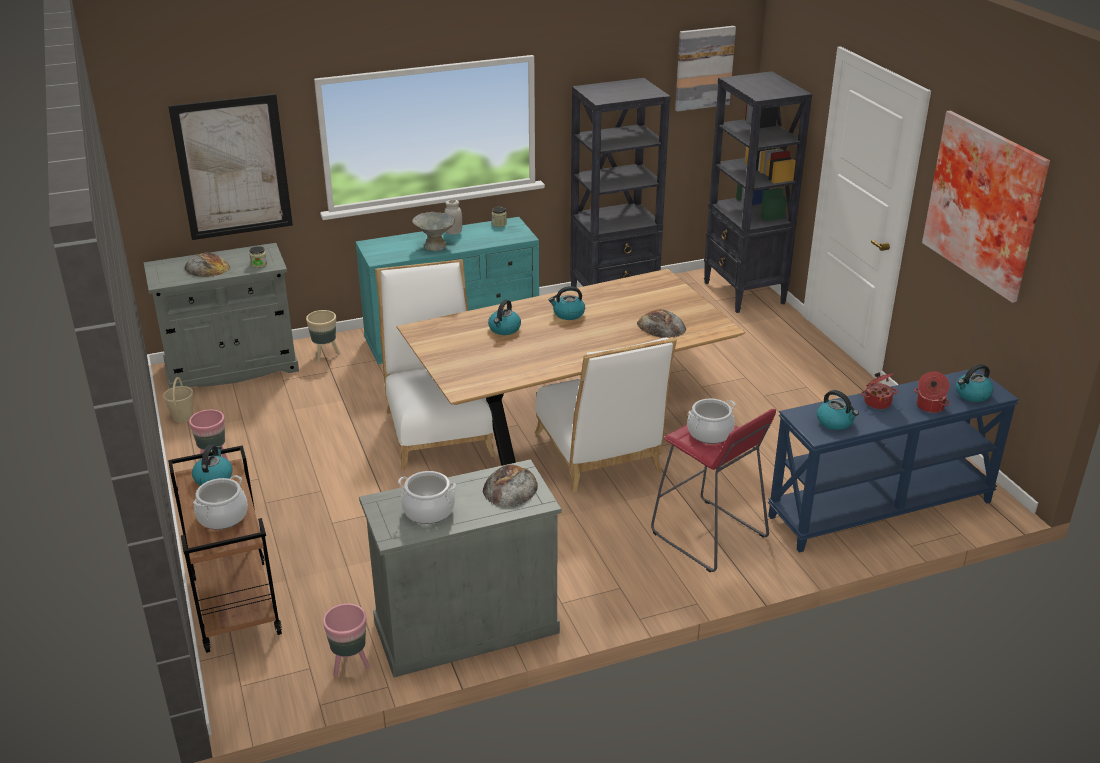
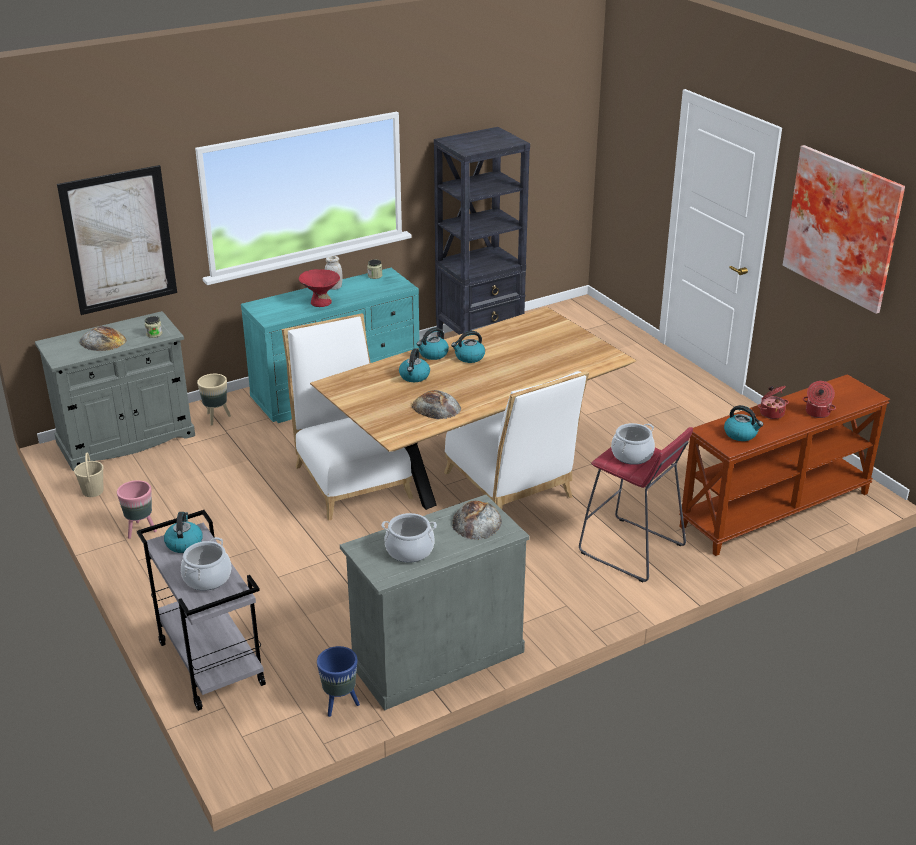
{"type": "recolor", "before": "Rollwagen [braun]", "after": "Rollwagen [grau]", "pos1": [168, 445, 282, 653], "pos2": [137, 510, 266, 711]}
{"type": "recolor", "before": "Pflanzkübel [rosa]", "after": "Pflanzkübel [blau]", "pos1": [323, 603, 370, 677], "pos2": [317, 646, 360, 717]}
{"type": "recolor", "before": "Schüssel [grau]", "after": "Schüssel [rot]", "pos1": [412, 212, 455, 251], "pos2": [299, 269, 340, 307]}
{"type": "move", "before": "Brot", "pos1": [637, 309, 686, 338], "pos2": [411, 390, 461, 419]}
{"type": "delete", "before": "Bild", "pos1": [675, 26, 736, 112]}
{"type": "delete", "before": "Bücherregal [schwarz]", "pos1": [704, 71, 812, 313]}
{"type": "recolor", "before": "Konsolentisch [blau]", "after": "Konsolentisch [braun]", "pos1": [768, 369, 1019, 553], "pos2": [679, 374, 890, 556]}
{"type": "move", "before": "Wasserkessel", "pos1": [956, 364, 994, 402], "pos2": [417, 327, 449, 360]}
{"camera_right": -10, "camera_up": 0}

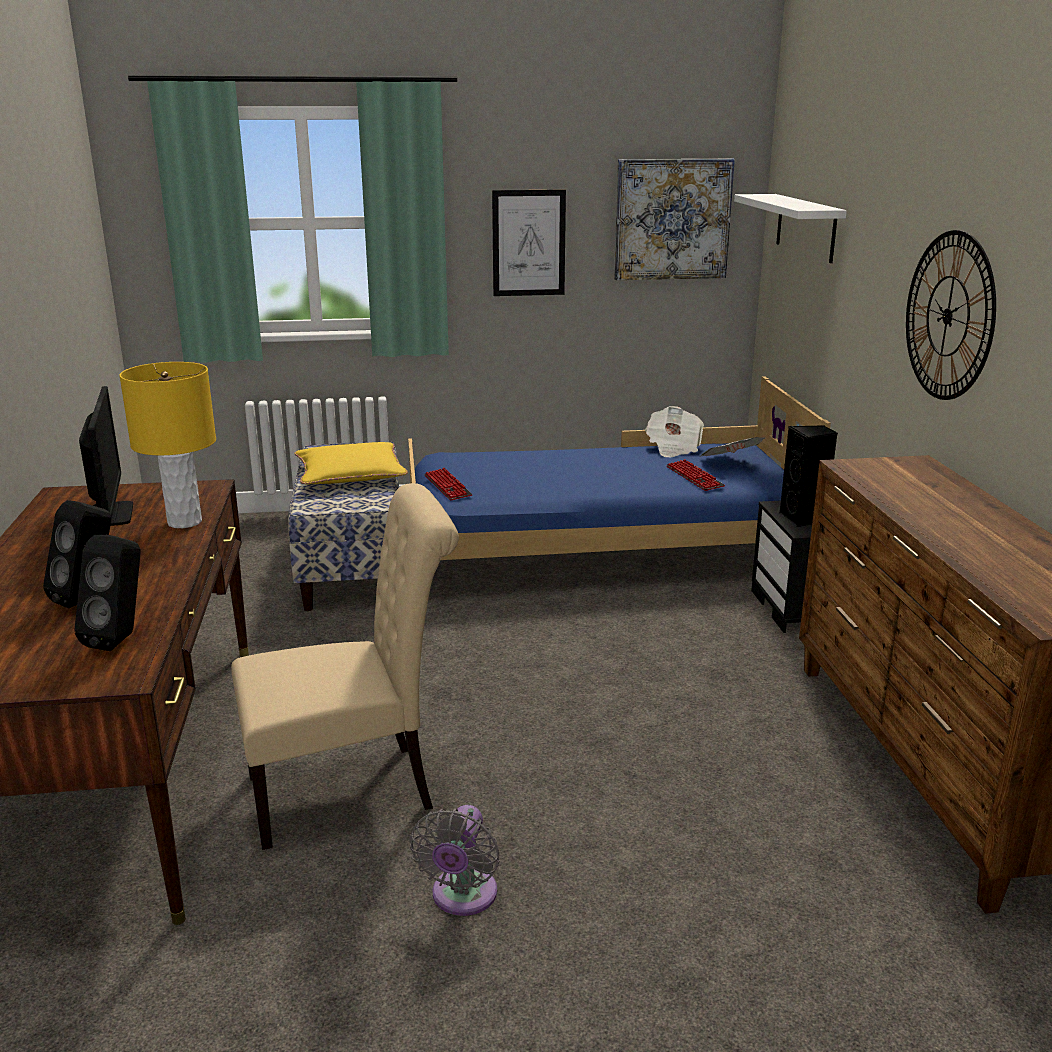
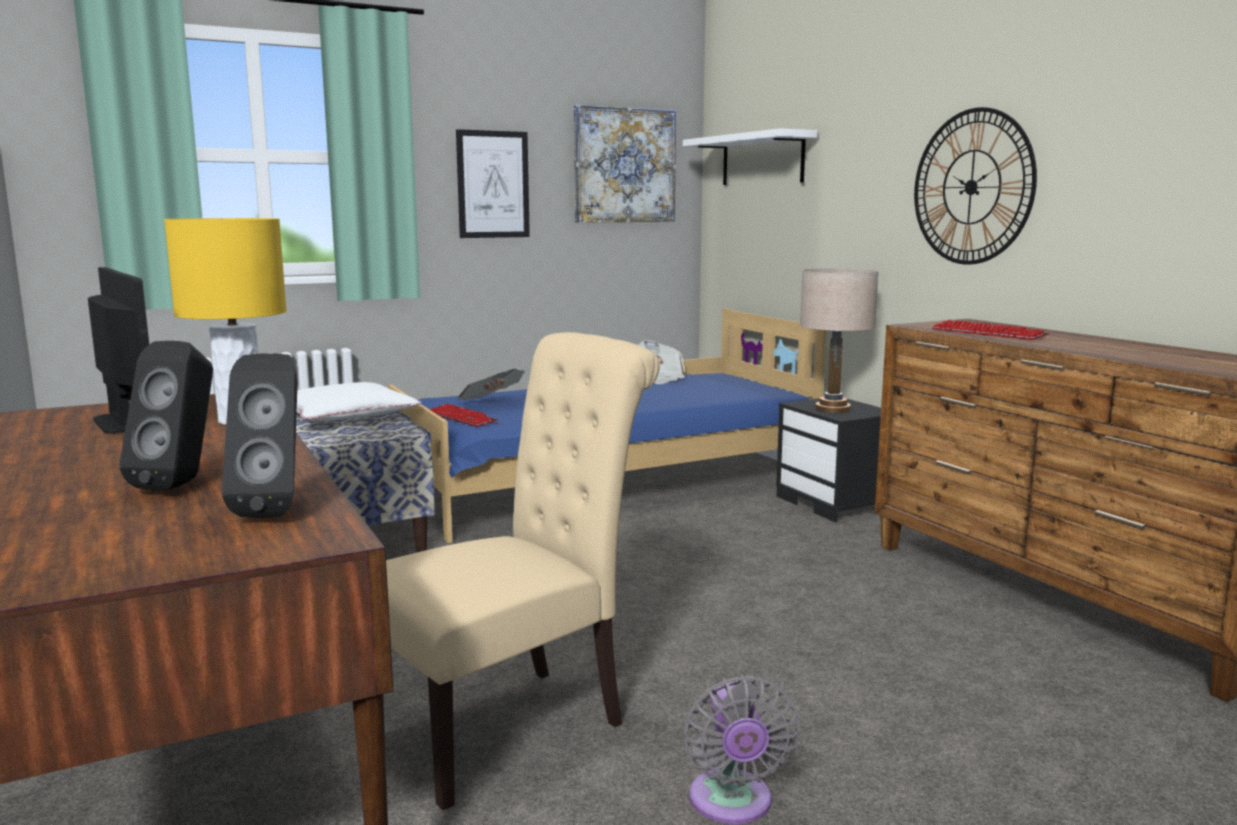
{"type": "recolor", "before": "Kissen [gelb]", "after": "Kissen [weiß]", "pos1": [294, 442, 408, 484], "pos2": [297, 382, 421, 421]}
{"type": "move", "before": "Tastatur", "pos1": [666, 459, 725, 491], "pos2": [932, 320, 1049, 340]}
{"type": "move", "before": "Zeitung", "pos1": [701, 437, 765, 456], "pos2": [456, 369, 525, 400]}
{"type": "replace", "before": "Lautsprecher [schwarz]", "after": "Tischlampe [beige]", "pos1": [780, 425, 837, 527], "pos2": [800, 268, 879, 413]}
{"camera_right": -20, "camera_up": -10}

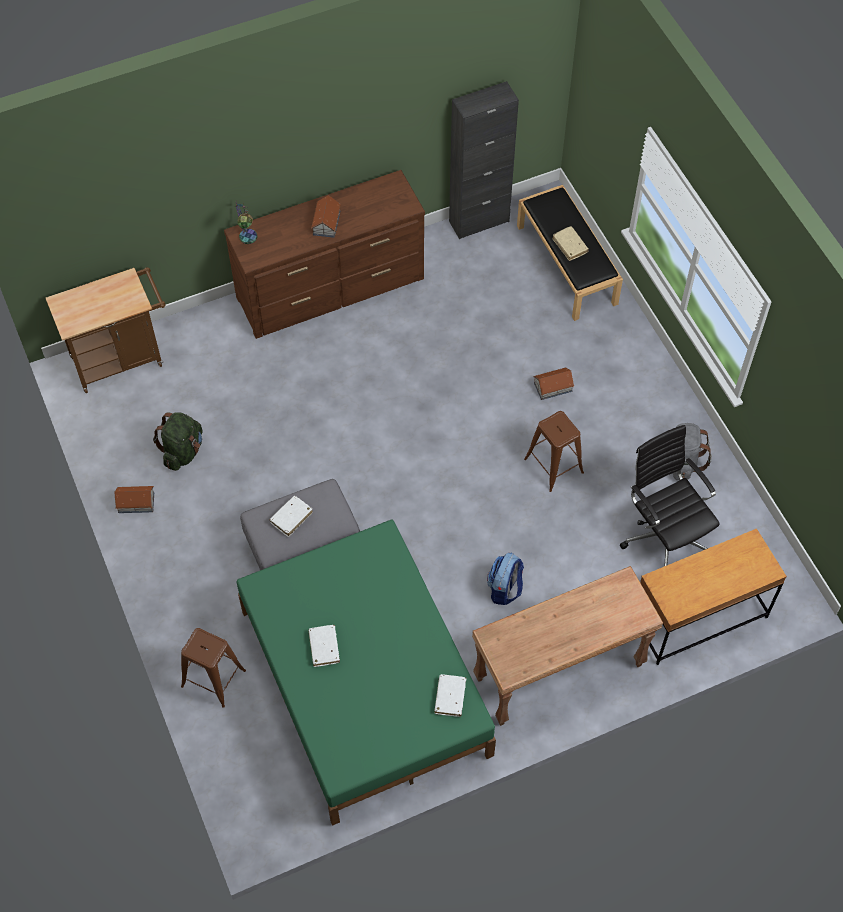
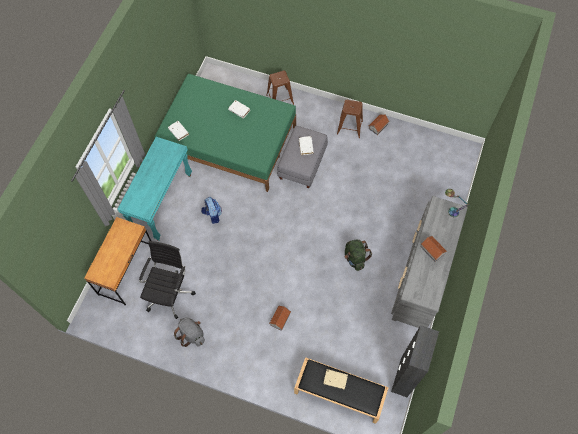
{"type": "delete", "before": "Rollwagen [braun]", "pos1": [46, 267, 166, 393]}
{"type": "move", "before": "Rucksack [grün]", "pos1": [153, 412, 203, 471], "pos2": [344, 240, 372, 271]}
{"type": "recolor", "before": "Kommode [braun]", "after": "Kommode [grau]", "pos1": [224, 170, 425, 339], "pos2": [391, 196, 468, 328]}
{"type": "recolor", "before": "Konsolentisch [braun]", "after": "Konsolentisch [türkis]", "pos1": [472, 566, 663, 726], "pos2": [117, 137, 192, 241]}
{"type": "move", "before": "Hocker [braun]", "pos1": [524, 411, 584, 492], "pos2": [337, 100, 363, 138]}
{"type": "rotate", "before": "Bürostuhl [schwarz]", "pos1": [620, 425, 720, 566], "pos2": [139, 241, 196, 319], "turn": -90}
{"camera_right": 135, "camera_up": 5}

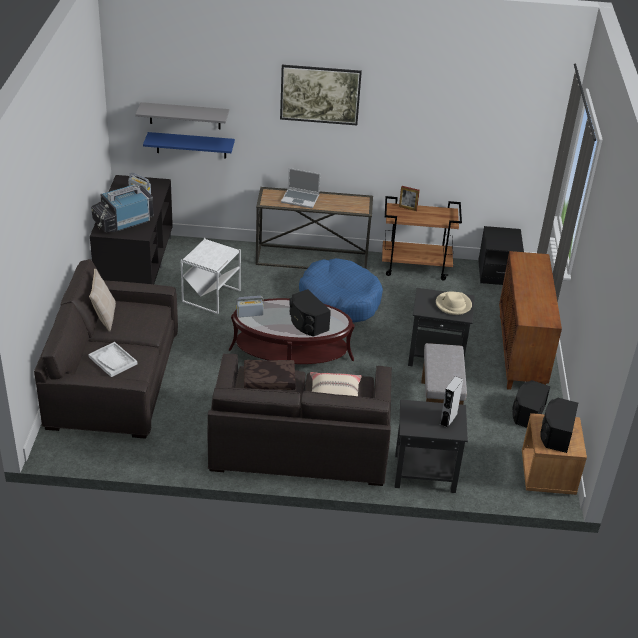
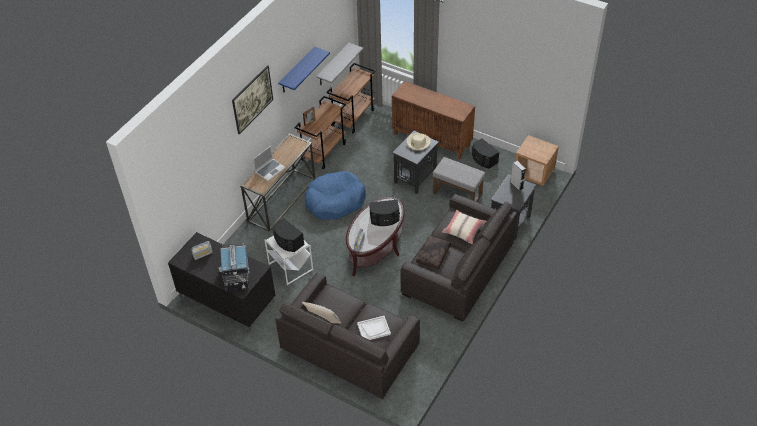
{"type": "move", "before": "Wandregal [grau]", "pos1": [135, 102, 229, 129], "pos2": [316, 43, 364, 85]}
{"type": "move", "before": "Wandregal [blau]", "pos1": [143, 132, 235, 158], "pos2": [278, 47, 330, 92]}
{"type": "replace", "before": "Nachttisch [schwarz]", "after": "Rollwagen [braun]", "pos1": [478, 226, 524, 285], "pos2": [326, 63, 376, 134]}
{"type": "move", "before": "Lautsprecher [schwarz]", "pos1": [540, 398, 578, 453], "pos2": [272, 218, 304, 252]}
{"camera_right": -60, "camera_up": 10}

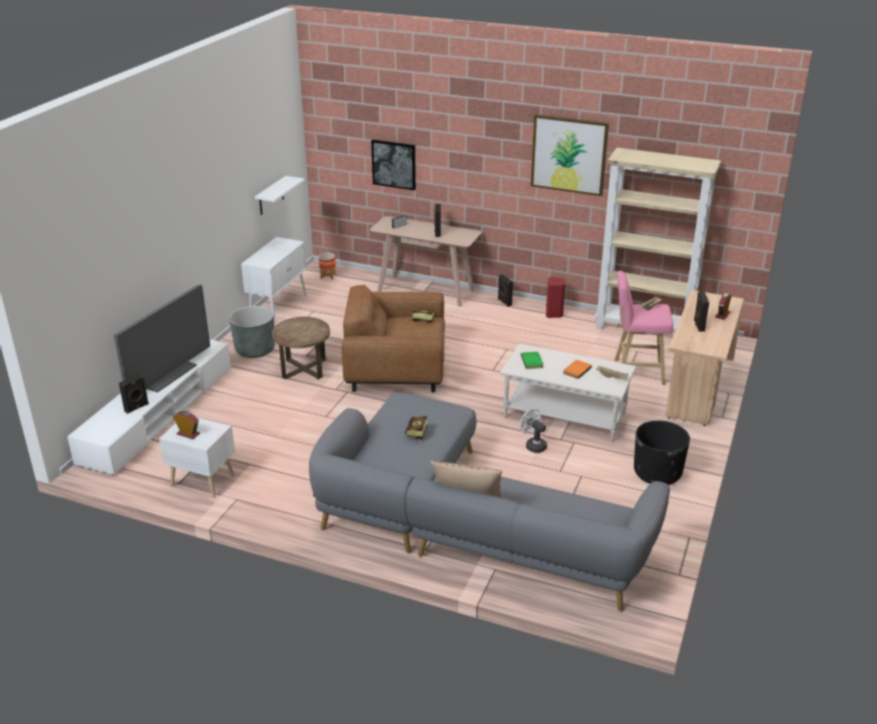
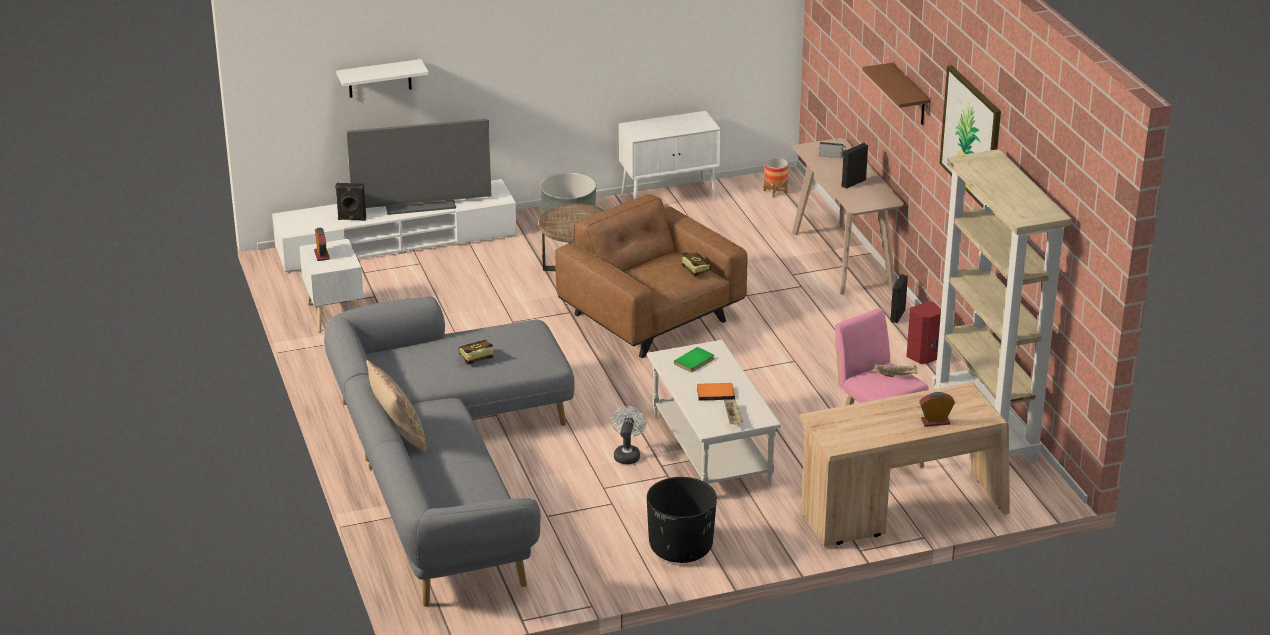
{"type": "move", "before": "Wandregal [weiß]", "pos1": [255, 176, 305, 215], "pos2": [336, 59, 429, 98]}
{"type": "delete", "before": "Bild", "pos1": [371, 140, 416, 190]}
{"type": "delete", "before": "Lautsprecher [schwarz]", "pos1": [694, 291, 709, 332]}
{"type": "insert", "after": "Wandregal [braun]", "pos2": [862, 63, 930, 125]}
{"camera_right": 50, "camera_up": 0}

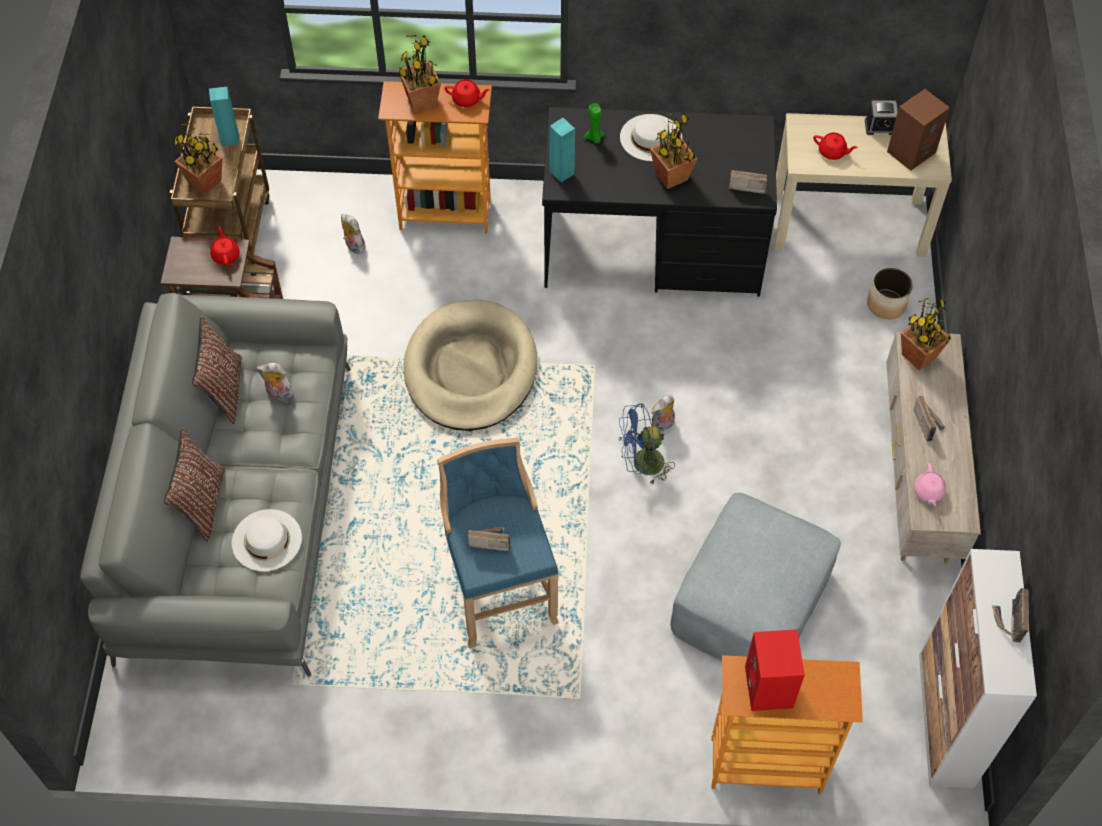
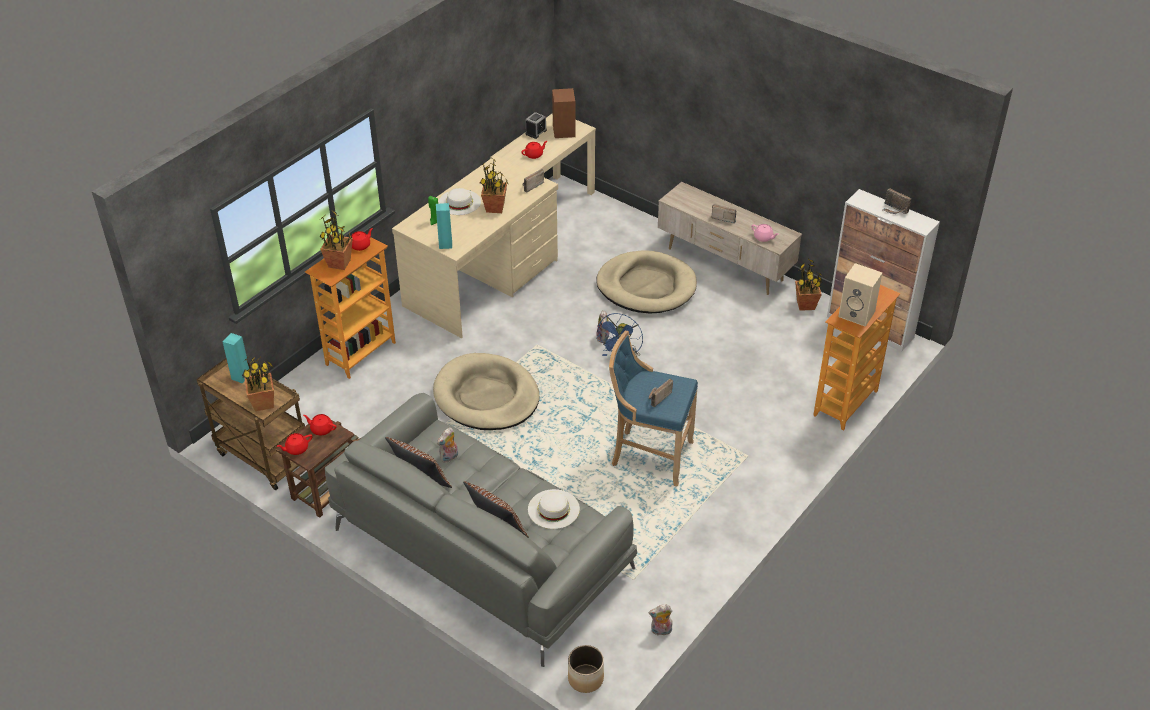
{"type": "move", "before": "Plüschtier", "pos1": [341, 214, 365, 254], "pos2": [648, 604, 673, 636]}
{"type": "recolor", "before": "Schreibtisch [schwarz]", "after": "Schreibtisch [beige]", "pos1": [542, 107, 777, 297], "pos2": [392, 155, 558, 338]}
{"type": "delete", "before": "Polsterhocker [grau]", "pos1": [670, 492, 841, 661]}
{"type": "recolor", "before": "Lautsprecher [rot]", "after": "Lautsprecher [beige]", "pos1": [745, 629, 805, 711], "pos2": [838, 263, 882, 327]}
{"type": "move", "before": "Pflanzkübel", "pos1": [867, 268, 913, 319], "pos2": [568, 645, 604, 693]}
{"type": "move", "before": "Topfpflanze", "pos1": [901, 298, 951, 370], "pos2": [795, 259, 822, 311]}
{"type": "insert", "after": "Teekanne [rot]", "pos2": [277, 433, 312, 455]}
{"type": "insert", "after": "Hundebett [beige]", "pos2": [596, 250, 697, 314]}
{"camera_right": -55, "camera_up": -15}

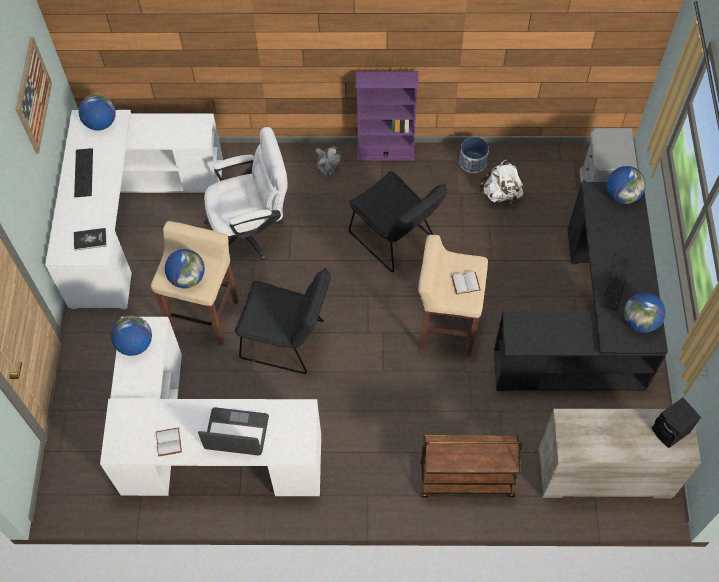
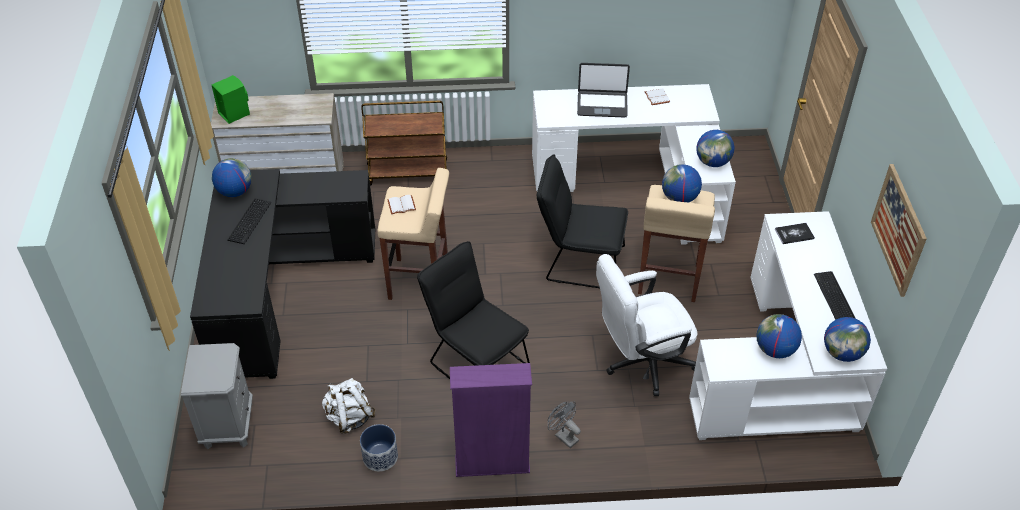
{"type": "move", "before": "Globus", "pos1": [607, 166, 646, 204], "pos2": [757, 314, 802, 358]}
{"type": "recolor", "before": "Lautsprecher [schwarz]", "after": "Lautsprecher [grün]", "pos1": [652, 398, 701, 448], "pos2": [212, 75, 250, 124]}
{"camera_right": 175, "camera_up": -15}

